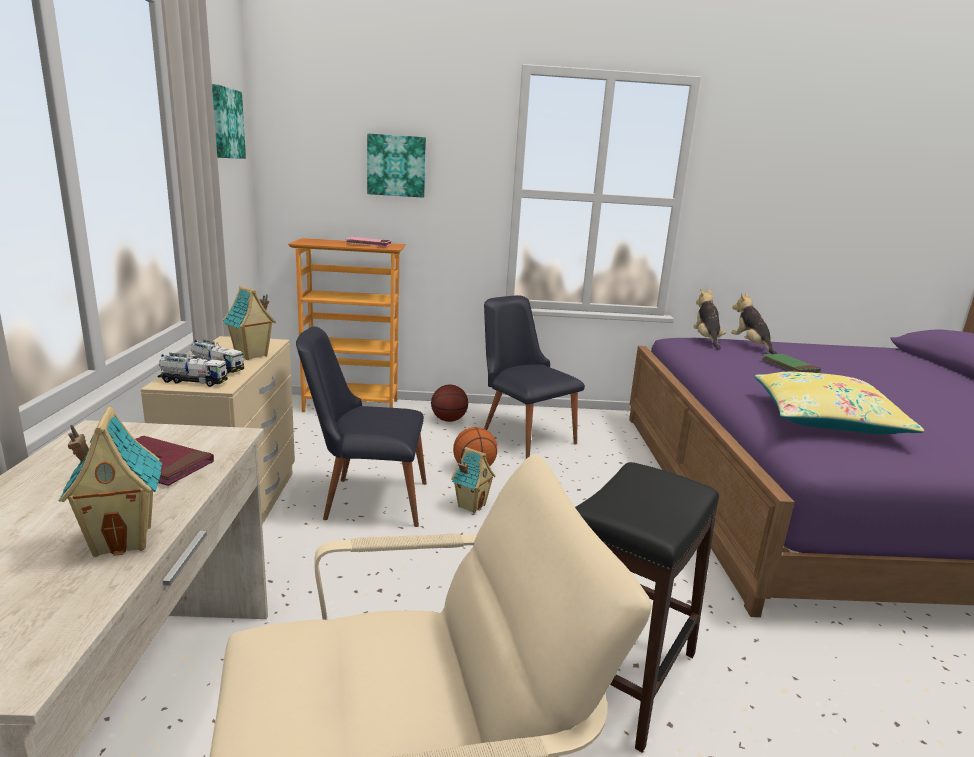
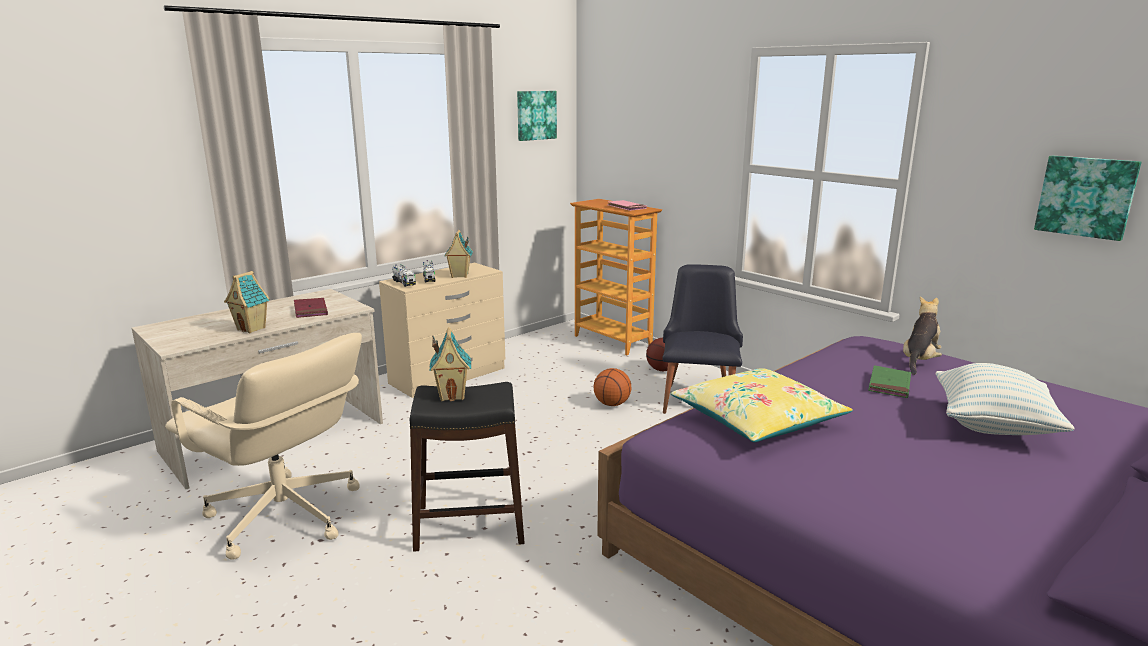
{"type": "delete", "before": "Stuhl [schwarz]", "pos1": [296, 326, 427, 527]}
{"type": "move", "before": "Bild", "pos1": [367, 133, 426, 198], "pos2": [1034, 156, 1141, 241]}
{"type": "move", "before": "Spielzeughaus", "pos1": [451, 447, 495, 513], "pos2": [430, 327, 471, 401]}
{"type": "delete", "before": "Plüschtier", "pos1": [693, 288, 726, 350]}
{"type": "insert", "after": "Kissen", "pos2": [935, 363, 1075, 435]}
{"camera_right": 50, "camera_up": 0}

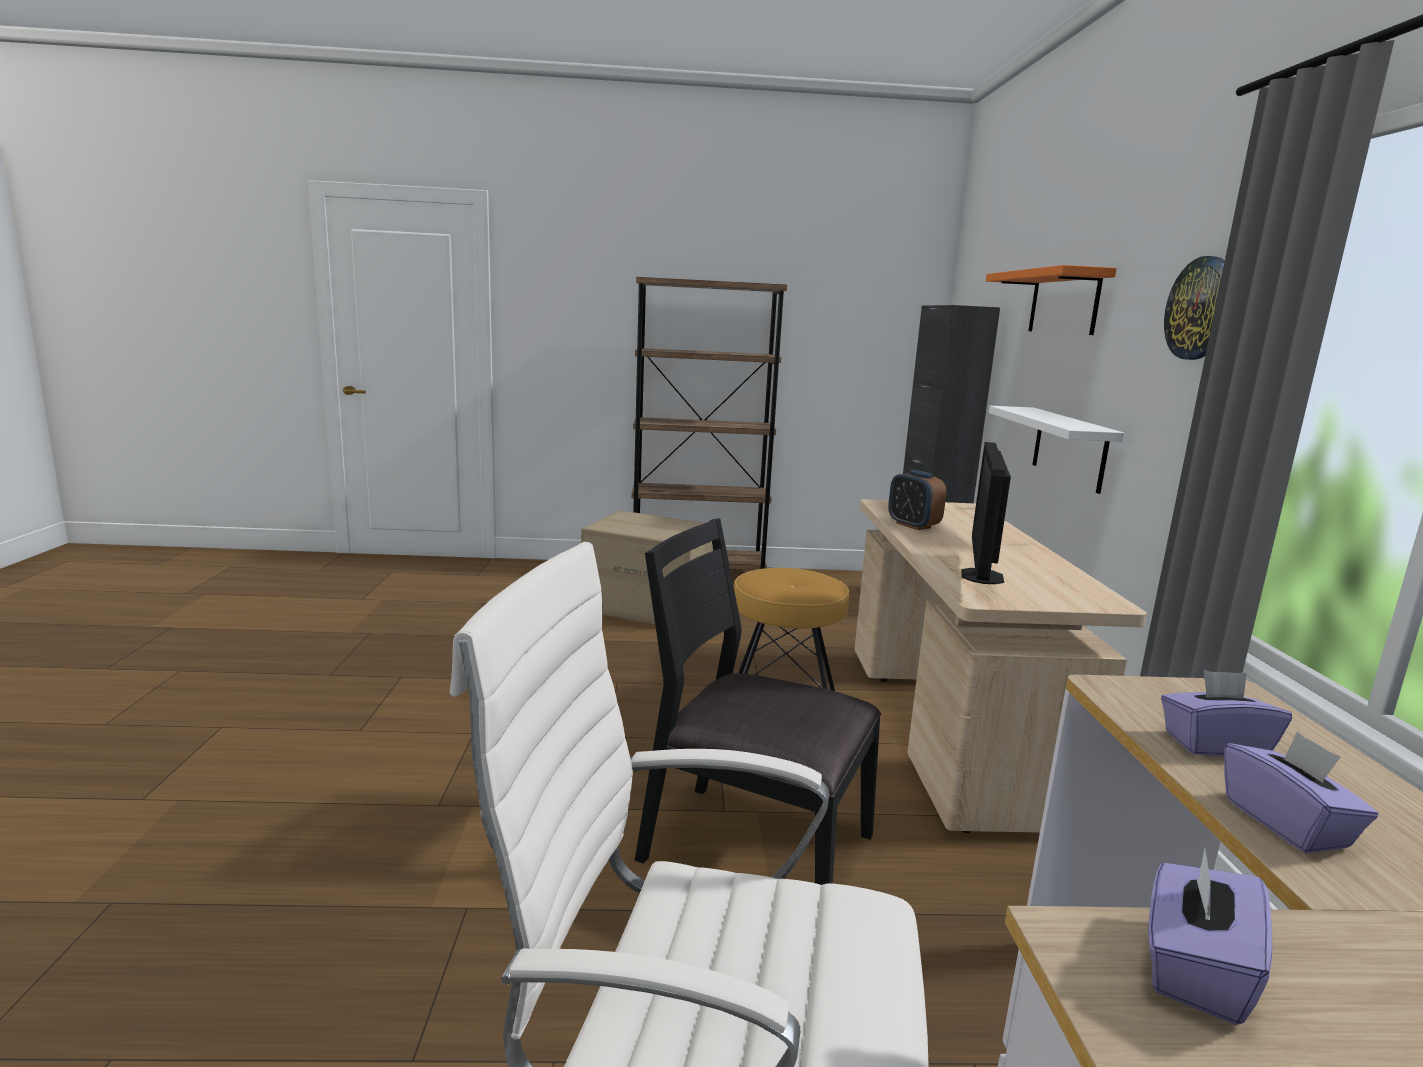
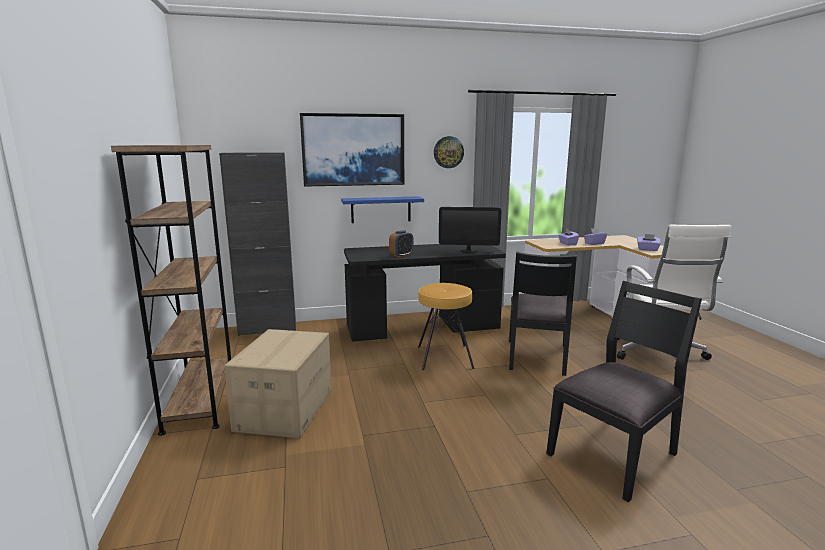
{"type": "recolor", "before": "Schreibtisch [beige]", "after": "Schreibtisch [schwarz]", "pos1": [854, 499, 1147, 833], "pos2": [344, 244, 506, 341]}
{"type": "replace", "before": "Wandregal [orange]", "after": "Bild", "pos1": [986, 265, 1117, 335], "pos2": [300, 113, 404, 187]}
{"type": "recolor", "before": "Wandregal [weiß]", "after": "Wandregal [blau]", "pos1": [989, 406, 1125, 494], "pos2": [341, 196, 424, 223]}
{"type": "insert", "after": "Stuhl [schwarz]", "pos2": [546, 281, 702, 502]}
{"camera_right": -100, "camera_up": 0}

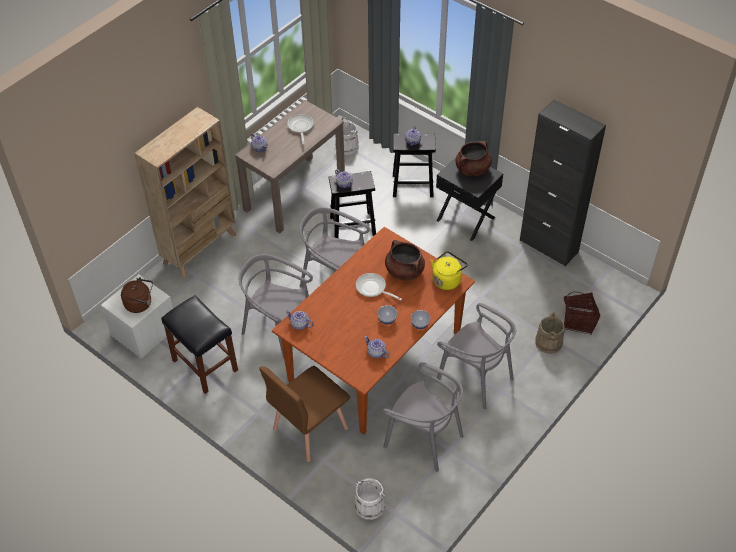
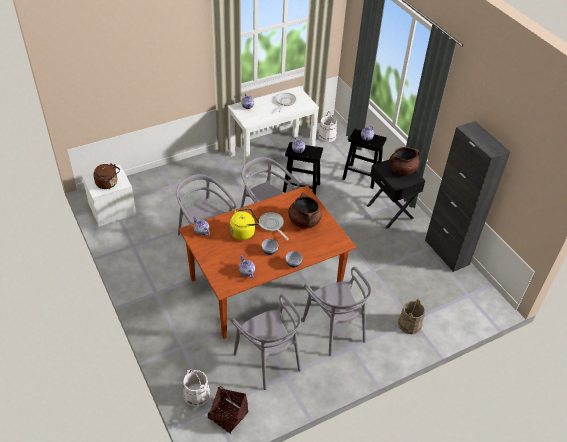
{"type": "delete", "before": "Bücherregal [beige]", "pos1": [134, 107, 236, 278]}
{"type": "delete", "before": "Hocker [schwarz]", "pos1": [162, 295, 238, 394]}
{"type": "recolor", "before": "Konsolentisch [braun]", "after": "Konsolentisch [weiß]", "pos1": [235, 100, 345, 233], "pos2": [228, 86, 319, 177]}
{"type": "delete", "before": "Stuhl [braun]", "pos1": [259, 366, 350, 462]}
{"type": "move", "before": "Wasserkessel [gelb]", "pos1": [430, 251, 468, 290], "pos2": [230, 208, 259, 240]}
{"type": "move", "before": "Korb", "pos1": [564, 292, 600, 335], "pos2": [208, 386, 248, 434]}
{"camera_right": 20, "camera_up": -5}

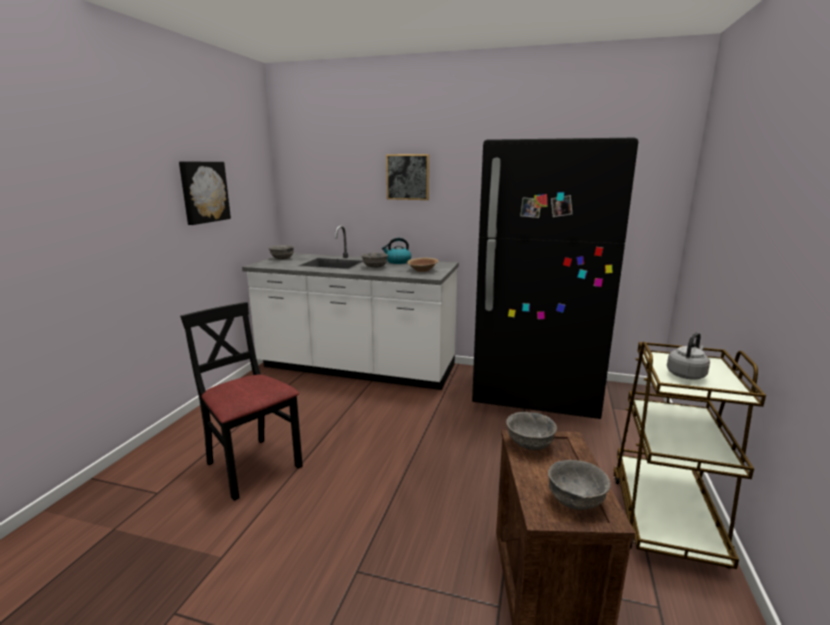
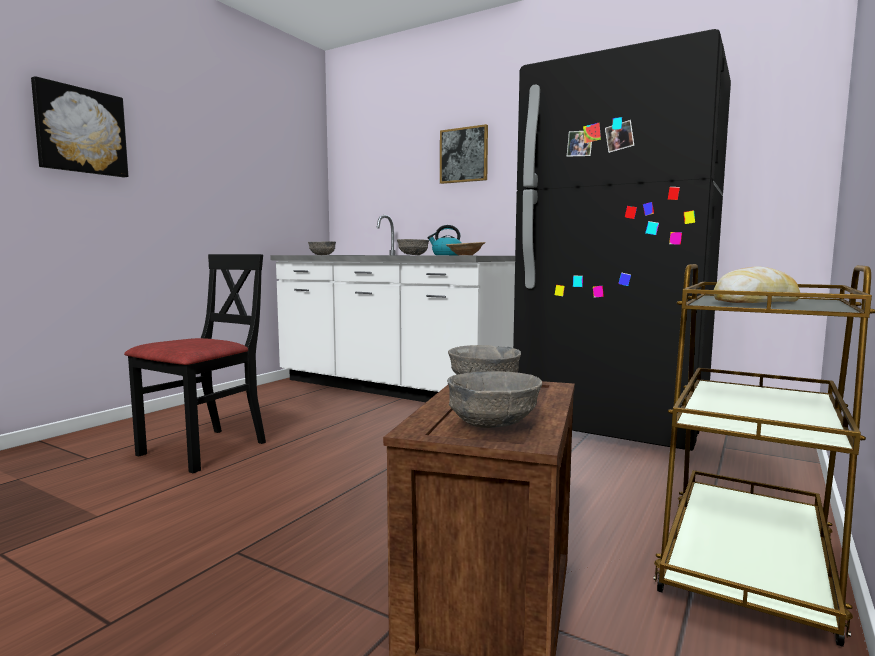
{"type": "move", "before": "Bild", "pos1": [179, 161, 231, 225], "pos2": [31, 76, 128, 177]}
{"type": "rotate", "before": "Stuhl [schwarz]", "pos1": [180, 302, 303, 501], "pos2": [124, 254, 266, 473], "turn": 60}
{"type": "replace", "before": "Wasserkessel [grau]", "after": "Brot", "pos1": [667, 332, 710, 380], "pos2": [714, 266, 800, 303]}
{"camera_right": 15, "camera_up": -10}

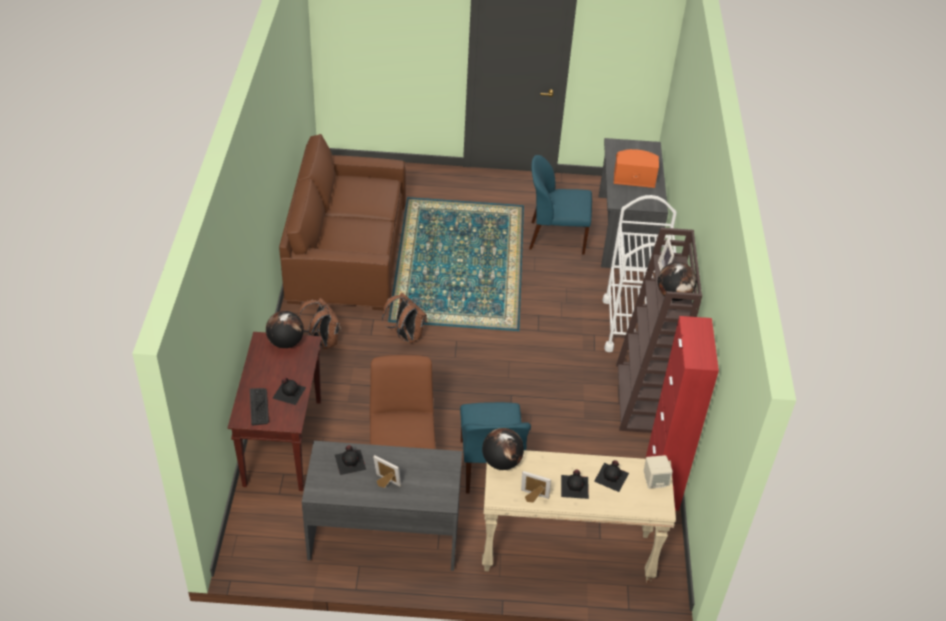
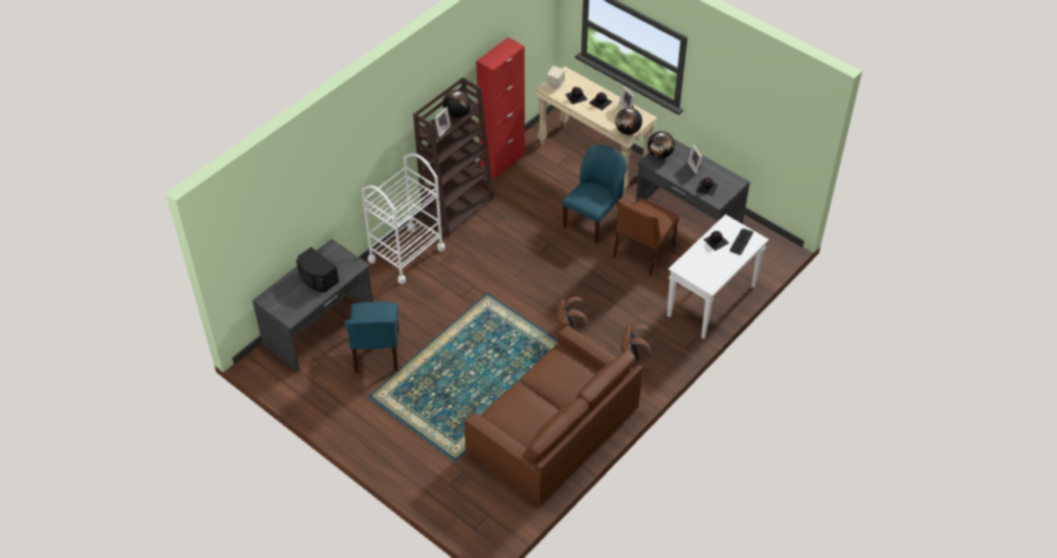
{"type": "recolor", "before": "Konsolentisch [braun]", "after": "Konsolentisch [weiß]", "pos1": [228, 332, 322, 491], "pos2": [667, 214, 769, 339]}
{"type": "move", "before": "Globus", "pos1": [266, 311, 304, 348], "pos2": [648, 131, 675, 158]}
{"type": "rotate", "before": "Stuhl [blau]", "pos1": [529, 155, 592, 255], "pos2": [344, 302, 399, 373], "turn": 45}
{"type": "recolor", "before": "Lautsprecher [orange]", "after": "Lautsprecher [schwarz]", "pos1": [614, 149, 659, 188], "pos2": [296, 247, 339, 292]}
{"camera_right": -140, "camera_up": 5}

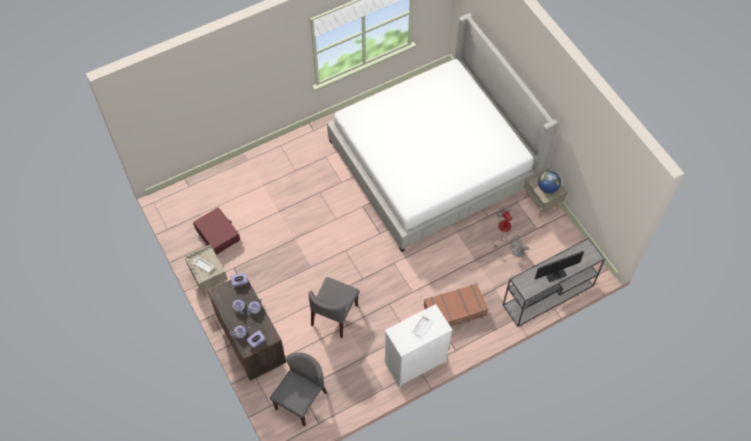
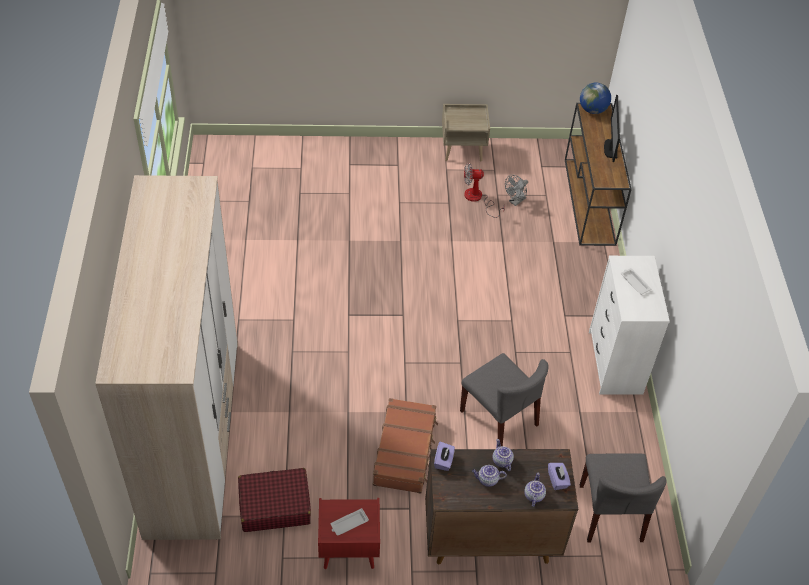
{"type": "recolor", "before": "Nachttisch [beige]", "after": "Nachttisch [rot]", "pos1": [185, 245, 227, 297], "pos2": [318, 498, 380, 569]}
{"type": "rotate", "before": "Stuhl [grau]", "pos1": [270, 353, 327, 427], "pos2": [580, 454, 667, 543], "turn": -150}
{"type": "delete", "before": "Bett", "pos1": [327, 13, 558, 252]}
{"type": "move", "before": "Koffer [braun]", "pos1": [424, 283, 488, 328], "pos2": [373, 398, 438, 494]}
{"type": "recolor", "before": "Konsolentisch [grau]", "after": "Konsolentisch [braun]", "pos1": [503, 238, 605, 327], "pos2": [565, 103, 632, 246]}
{"type": "move", "before": "Globus", "pos1": [538, 171, 561, 193], "pos2": [580, 83, 611, 114]}
{"type": "insert", "after": "Kleiderschrank", "pos2": [95, 175, 238, 540]}
{"camera_right": -65, "camera_up": -10}

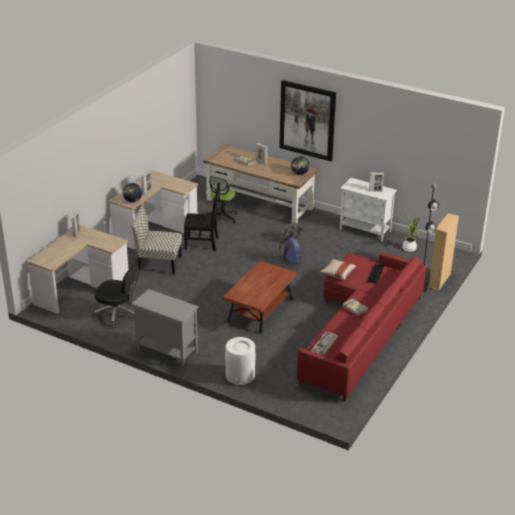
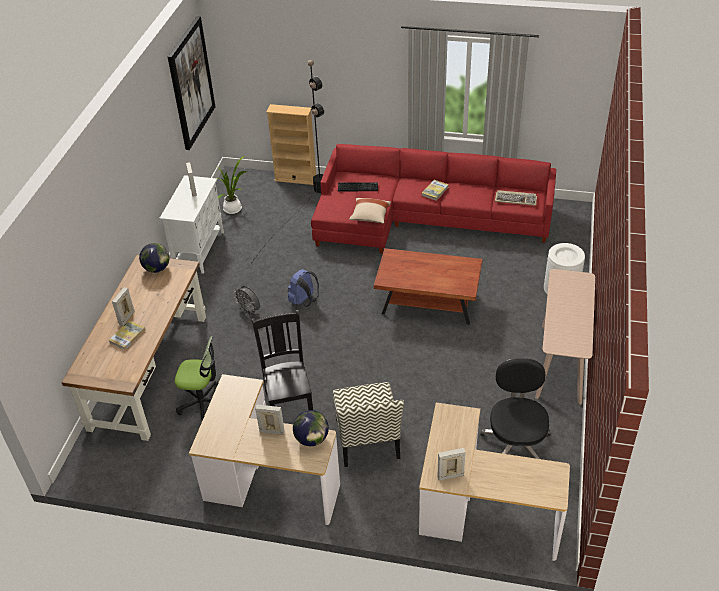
{"type": "replace", "before": "Schrank [grau]", "after": "Konsolentisch [beige]", "pos1": [131, 289, 199, 368], "pos2": [535, 269, 595, 405]}
{"type": "move", "before": "Bild", "pos1": [279, 80, 336, 161], "pos2": [168, 16, 216, 150]}
{"camera_right": -105, "camera_up": 10}

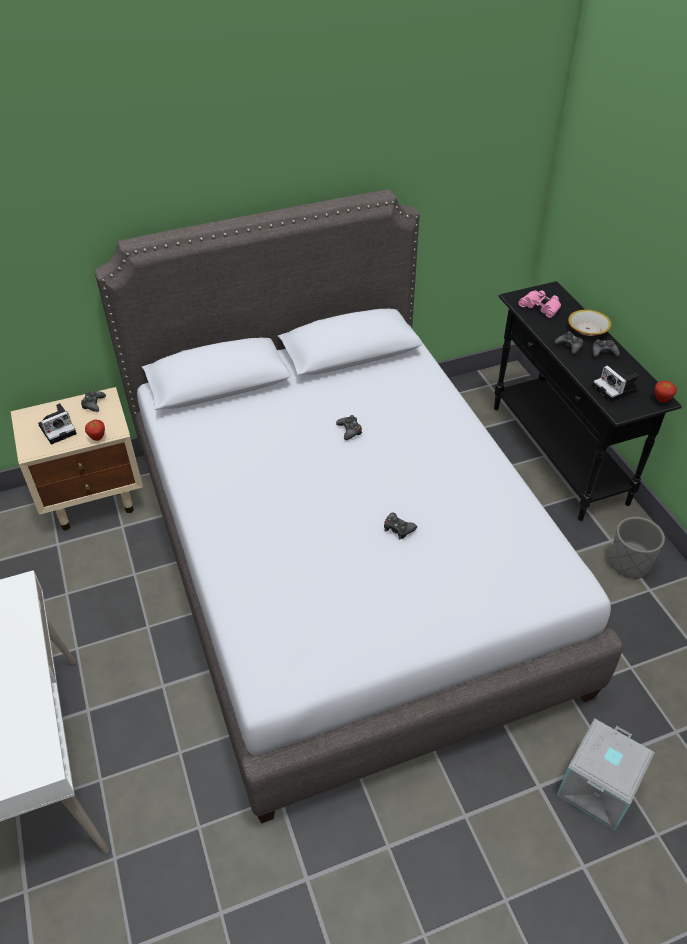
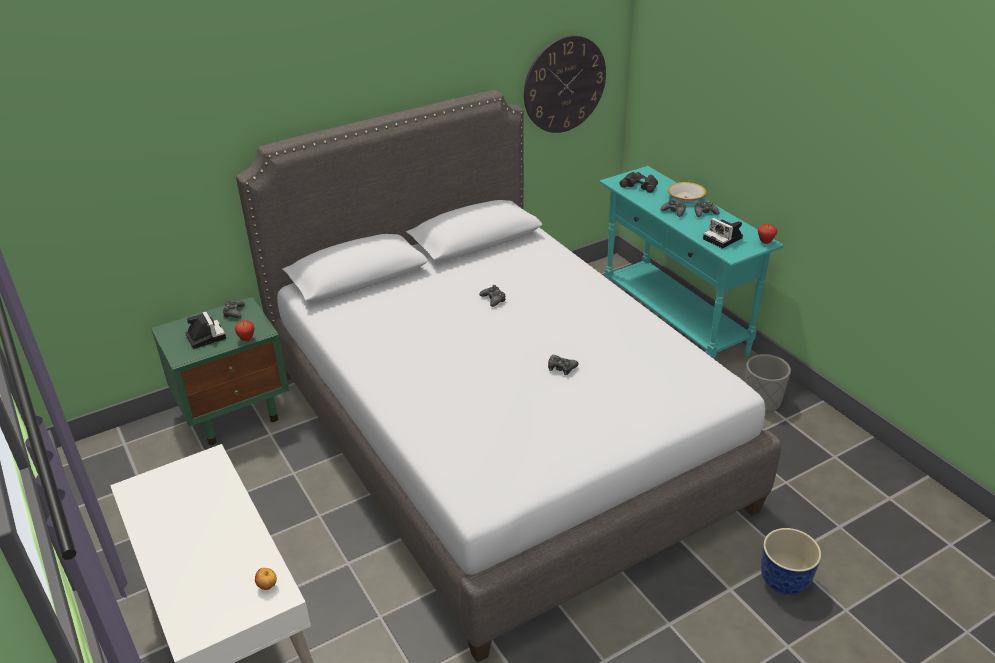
{"type": "recolor", "before": "Nachttisch [beige]", "after": "Nachttisch [grün]", "pos1": [11, 387, 143, 530], "pos2": [151, 297, 289, 445]}
{"type": "rotate", "before": "Kamera", "pos1": [38, 403, 77, 445], "pos2": [186, 312, 226, 349], "turn": -75}
{"type": "recolor", "before": "Konsolentisch [schwarz]", "after": "Konsolentisch [türkis]", "pos1": [494, 281, 682, 521], "pos2": [600, 166, 784, 359]}
{"type": "recolor", "before": "Fernglas [rosa]", "after": "Fernglas [schwarz]", "pos1": [518, 290, 561, 318], "pos2": [619, 172, 658, 193]}
{"type": "replace", "before": "Aufbewahrungsbox [grau]", "after": "Pflanzkübel", "pos1": [557, 718, 655, 831], "pos2": [761, 528, 821, 595]}
{"type": "insert", "after": "Apfel", "pos2": [255, 568, 277, 590]}
{"type": "insert", "after": "Wanduhr", "pos2": [524, 35, 606, 133]}
{"camera_right": -10, "camera_up": -10}

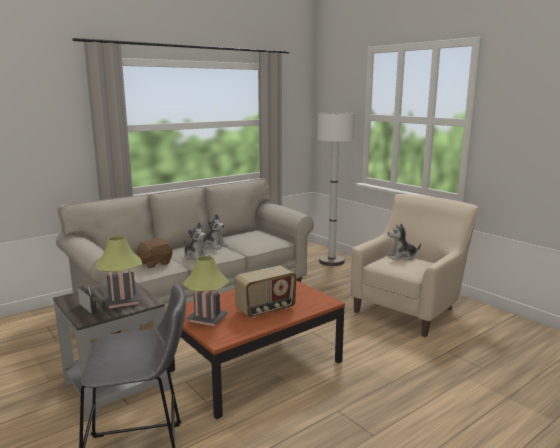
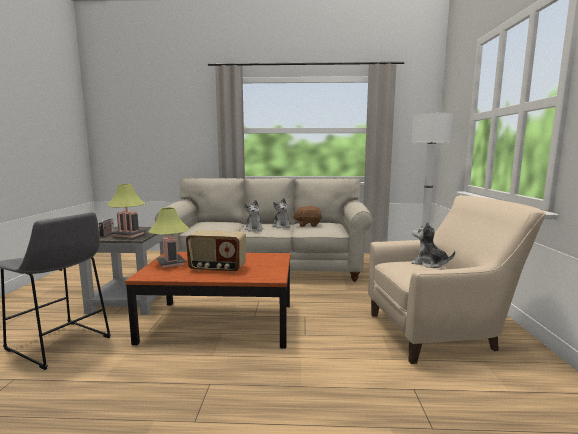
{"type": "move", "before": "Plüschtier [braun]", "pos1": [136, 238, 173, 268], "pos2": [293, 206, 322, 227]}
{"camera_right": 40, "camera_up": -5}

